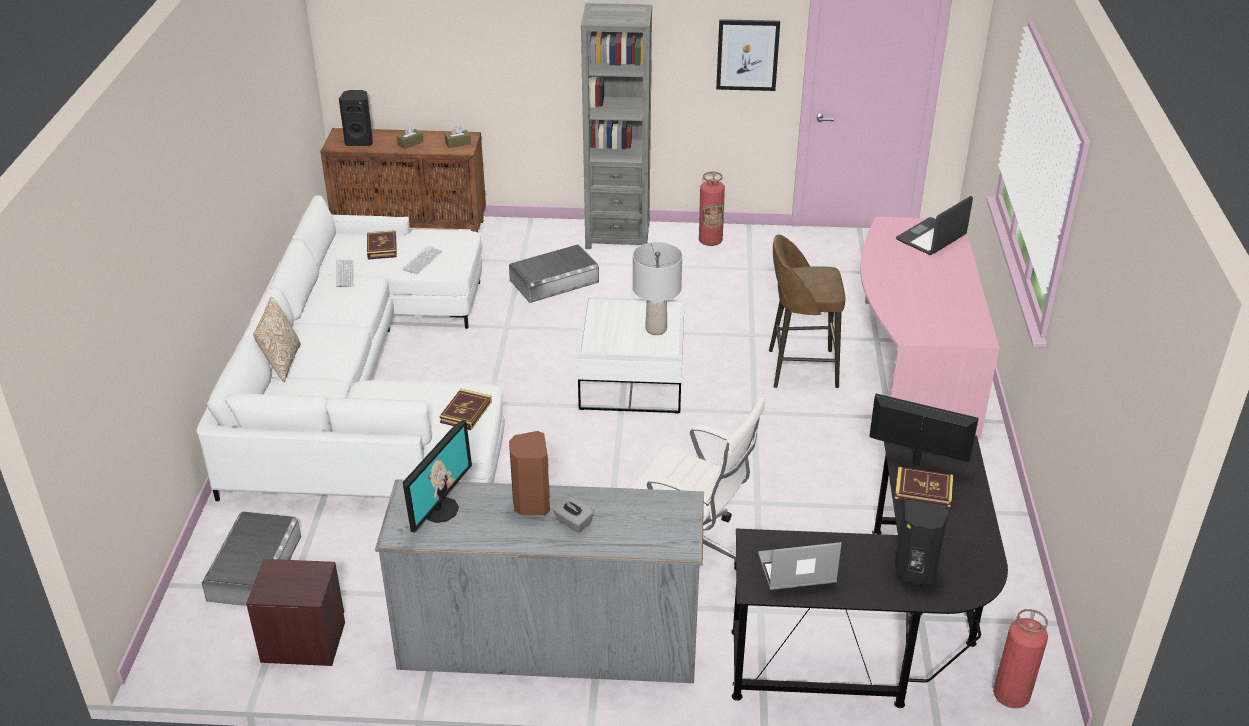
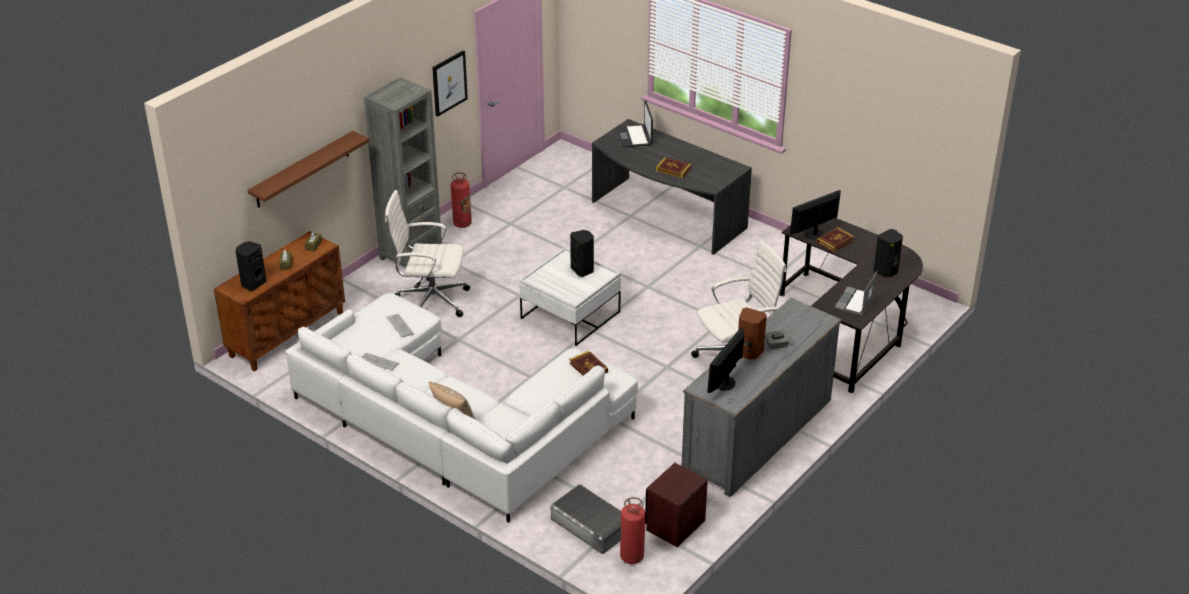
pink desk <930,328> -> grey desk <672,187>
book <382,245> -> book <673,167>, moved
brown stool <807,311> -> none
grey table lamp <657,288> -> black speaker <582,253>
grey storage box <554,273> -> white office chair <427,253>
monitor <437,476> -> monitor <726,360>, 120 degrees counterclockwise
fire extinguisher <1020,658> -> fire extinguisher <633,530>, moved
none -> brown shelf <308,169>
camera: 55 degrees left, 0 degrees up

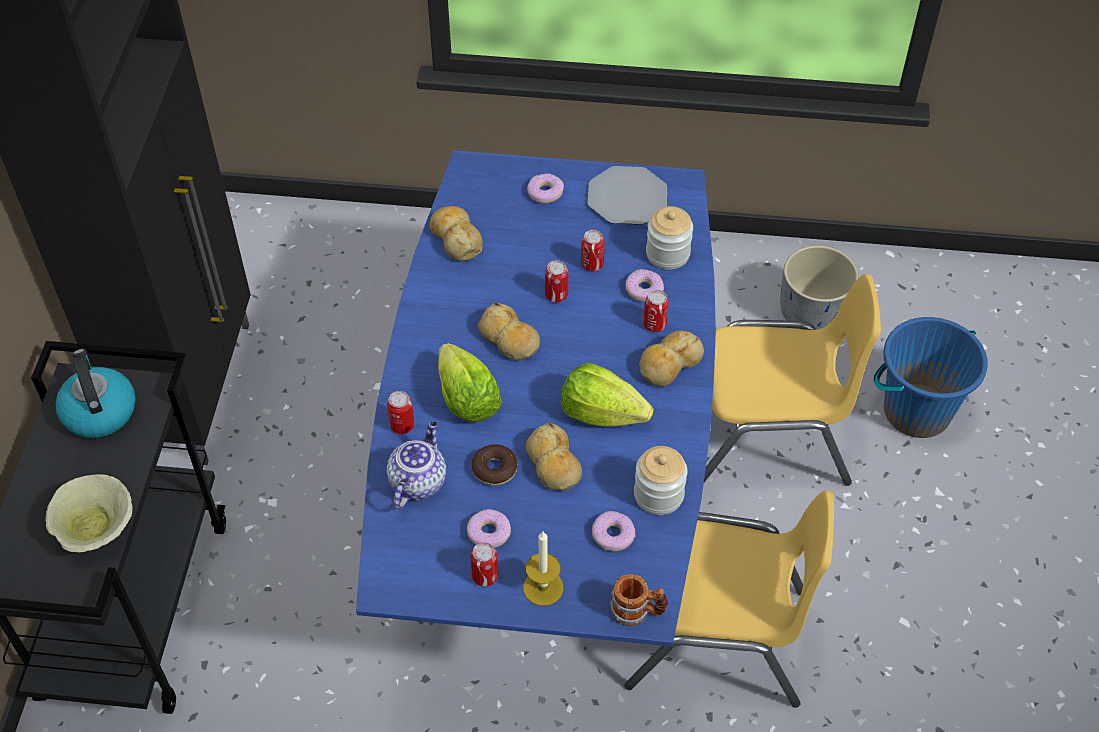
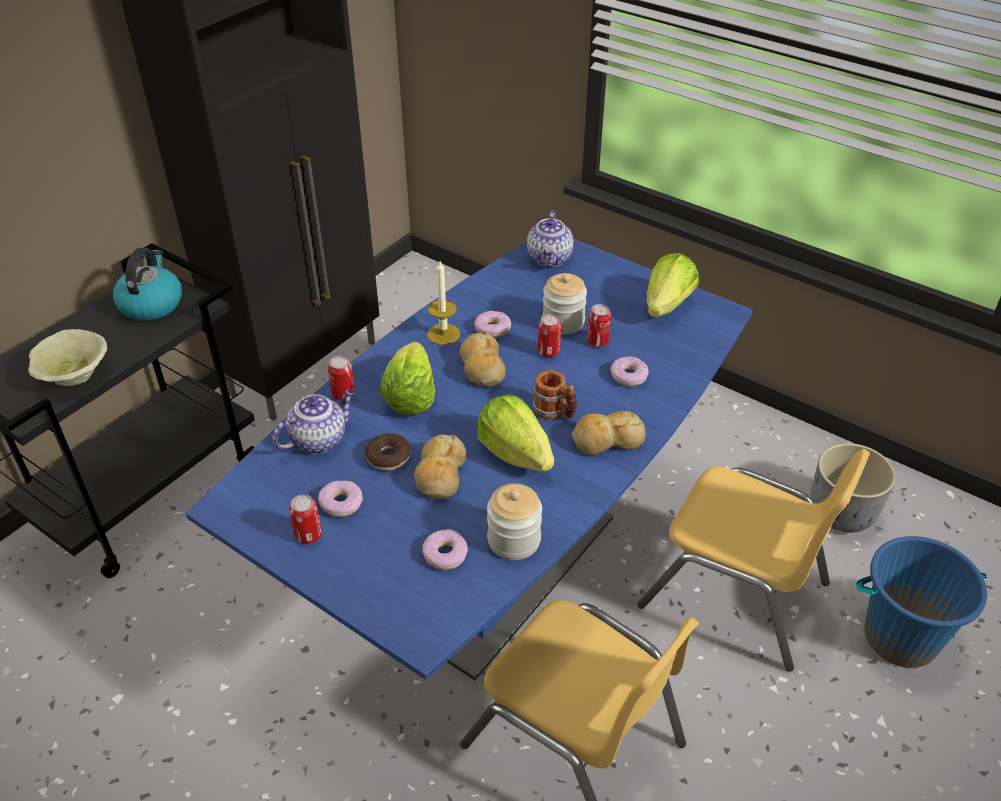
plate <627,195> -> lettuce <673,285>
donut <545,188> -> donut <492,324>, moved
bread <456,233> -> none
jar <669,238> -> jar <564,304>, moved
can <656,311> -> none
candle <543,569> -> candle <443,303>, moved
mug <639,600> -> mug <555,395>, moved
none -> teapot <550,238>
camera: 30 degrees right, 10 degrees down

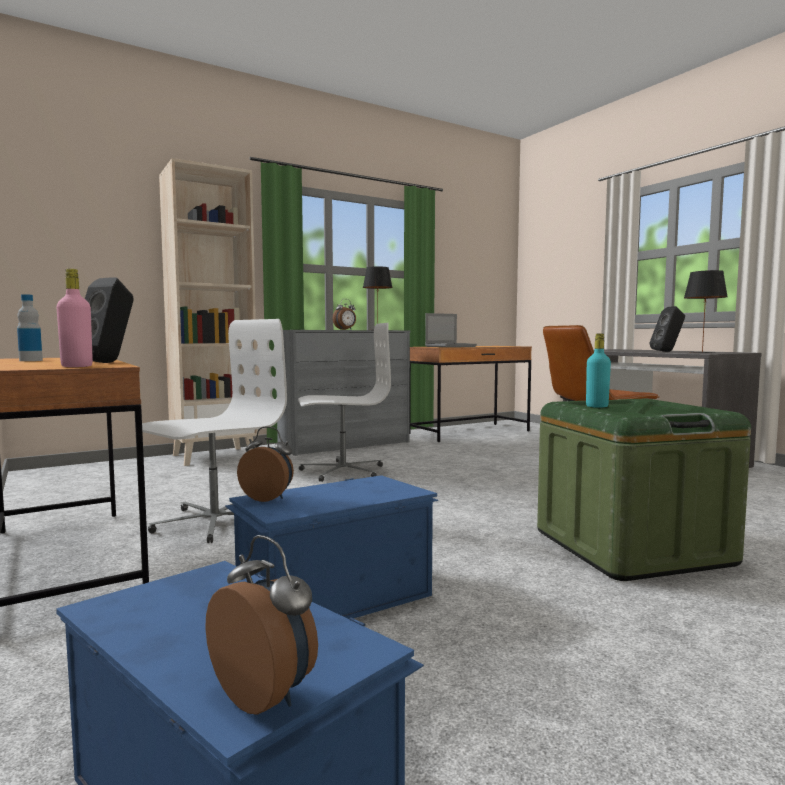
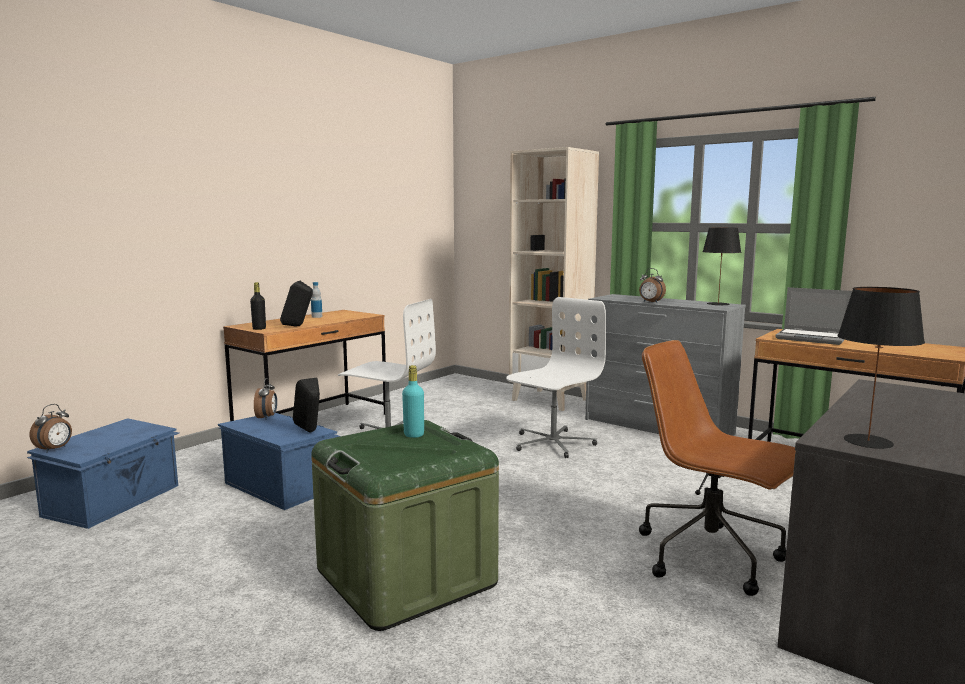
pink bottle <74,318> -> black bottle <258,306>
black speaker <667,329> -> black speaker <306,405>, moved
white office chair <344,402> -> white office chair <556,377>, 105 degrees counterclockwise
camera: 70 degrees right, 5 degrees up

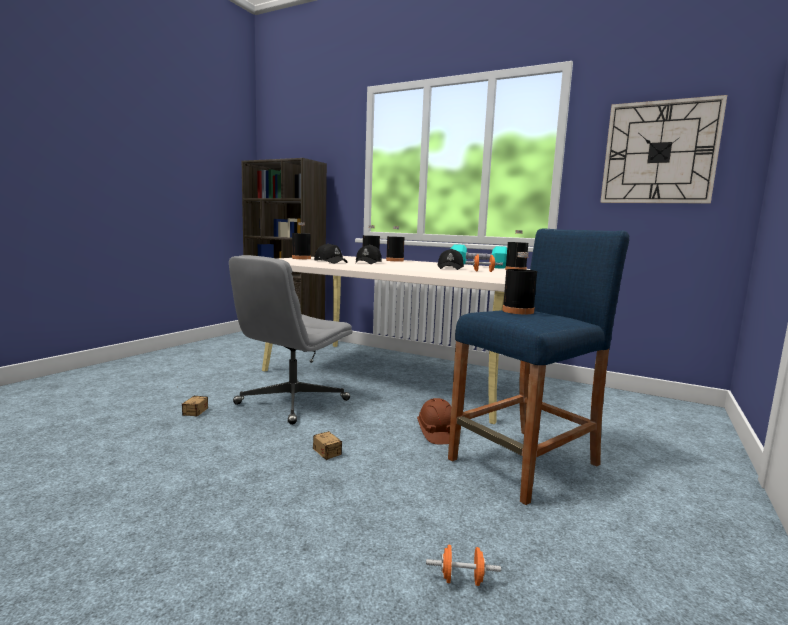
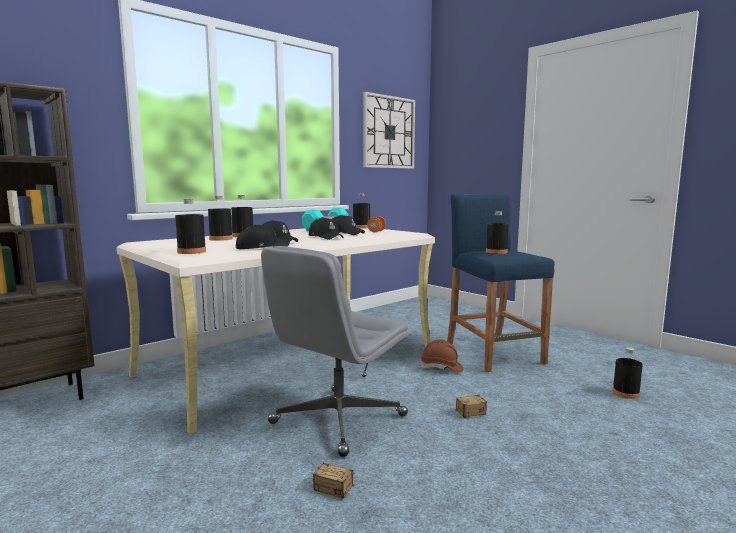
grey office chair <290,340> -> grey office chair <335,351>, 75 degrees clockwise
orange dumbbell <463,565> -> black bottle <627,373>
none -> black cap <326,228>
camera: 70 degrees left, 0 degrees up

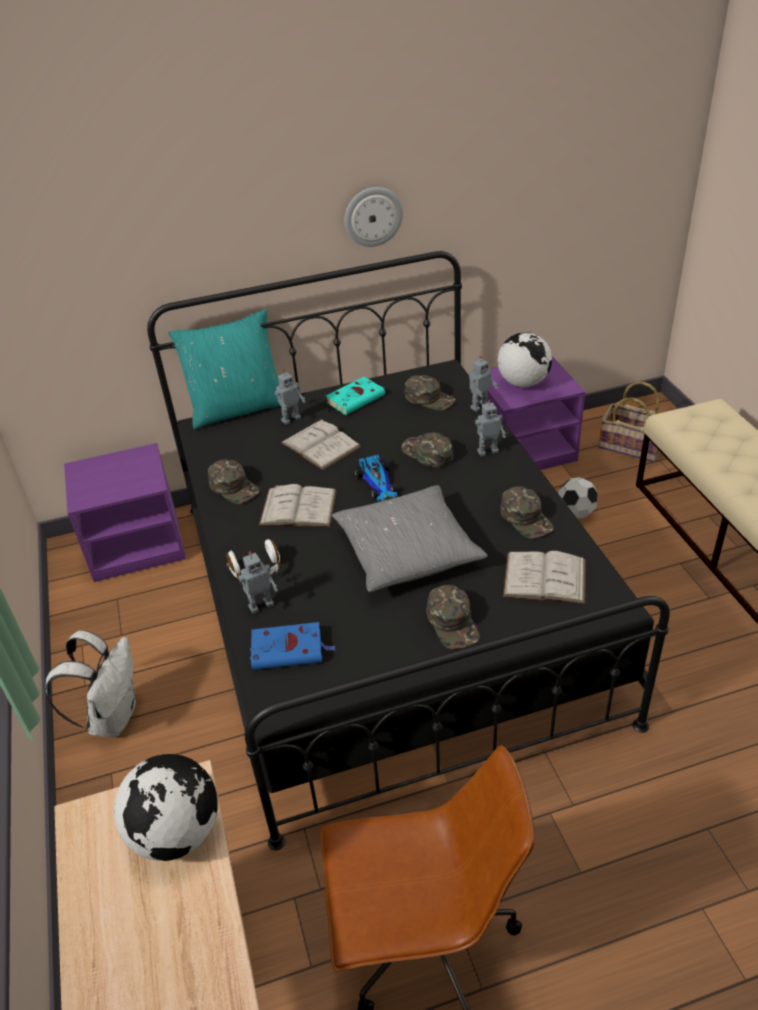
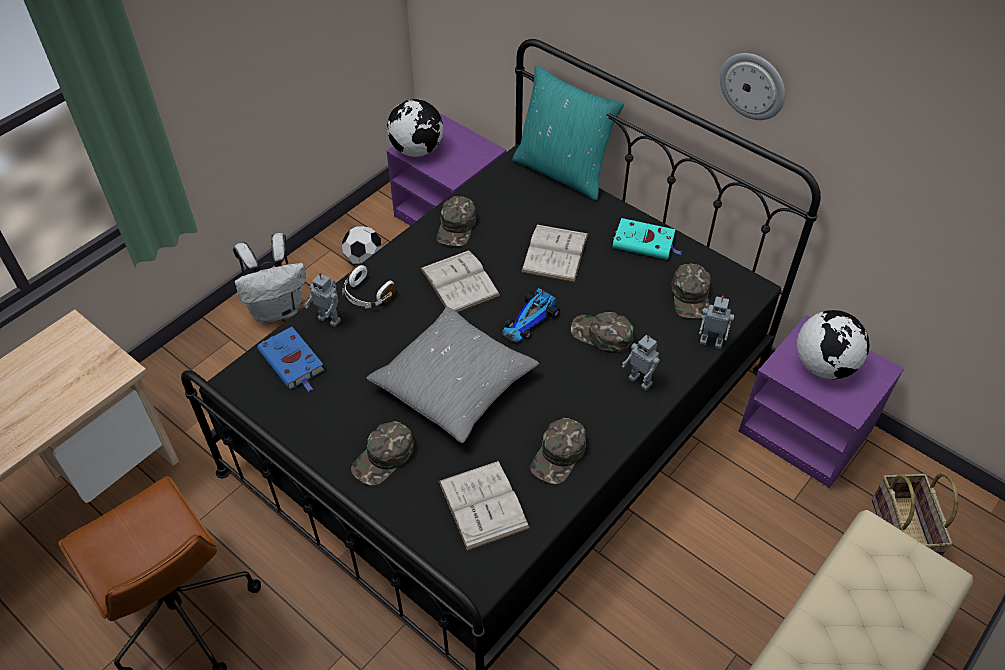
toy robot <290,397> -> none
green cap <427,450> -> green cap <602,332>, 75 degrees counterclockwise
football <578,498> -> football <362,245>, moved
globe <166,807> -> globe <415,128>, moved
camera: 55 degrees right, 10 degrees up

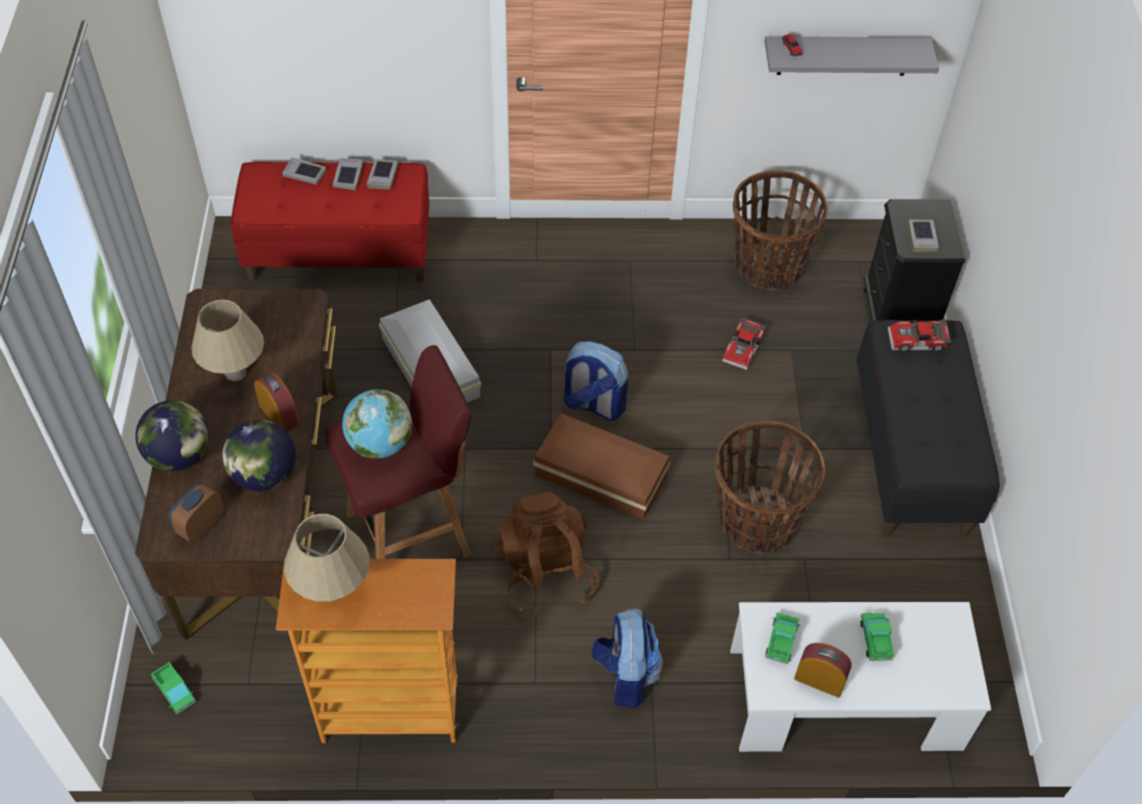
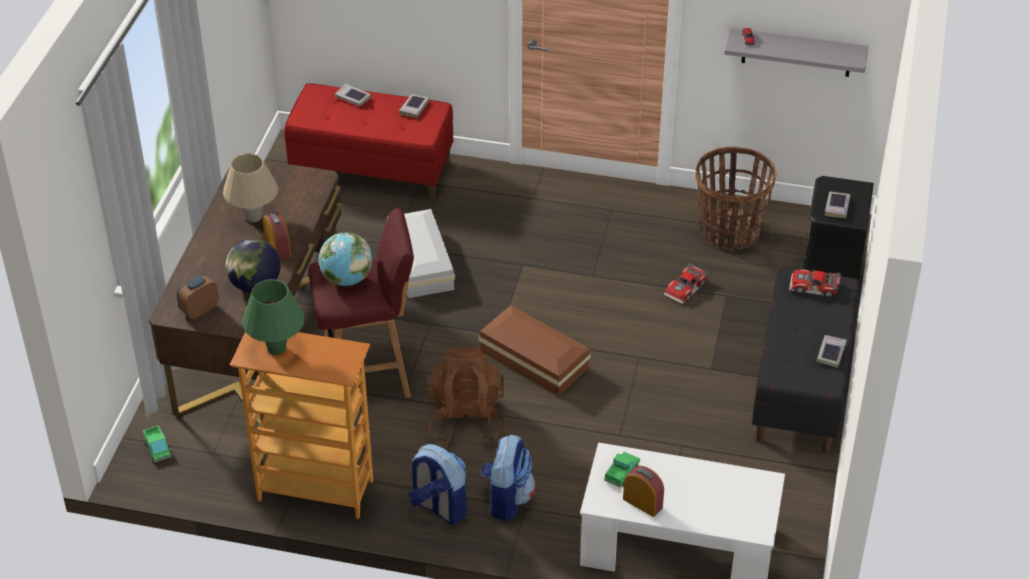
book <348,174> -> book <831,351>, moved
backpack <595,381> -> backpack <437,484>, moved
globe <172,435> -> none
basket <770,487> -> none
beige table lamp <327,557> -> green table lamp <274,317>
toy truck <877,636> -> none
camera: 15 degrees right, 10 degrees down

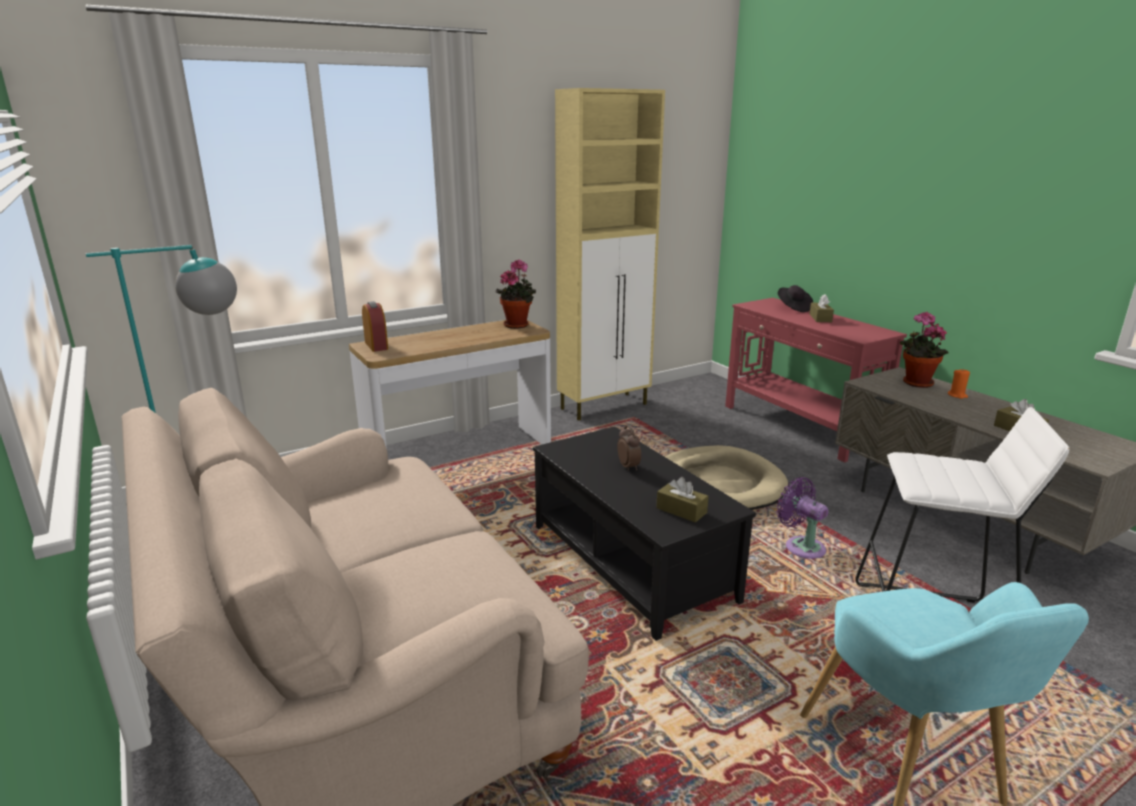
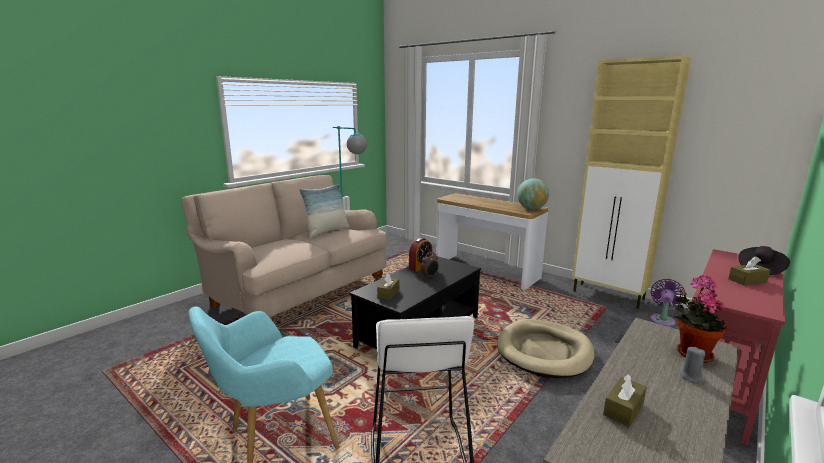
potted plant <515,294> -> globe <533,193>
alarm clock <375,326> -> alarm clock <420,255>, moved
orange candle <959,384> -> grey candle <692,365>
purple fan <802,518> -> purple fan <668,303>, moved
none -> pillow <324,211>
camera: 70 degrees right, 5 degrees down

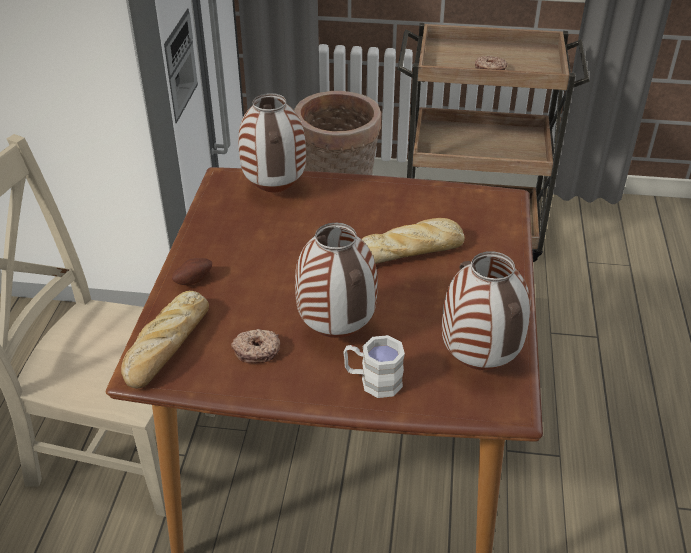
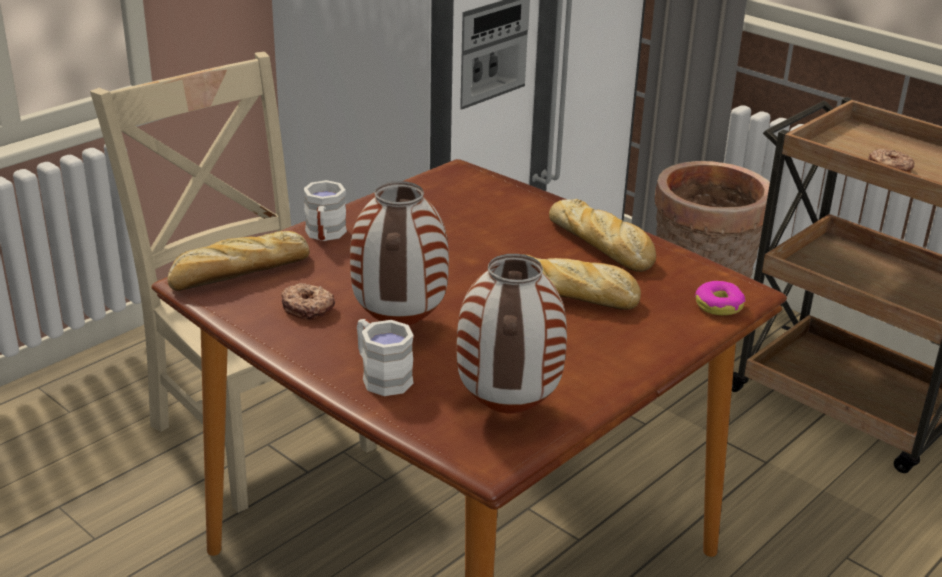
vase <272,142> -> none
potato <192,271> -> white mug <325,210>
none -> bread <602,235>
none -> donut <720,298>
camera: 35 degrees right, 10 degrees down

